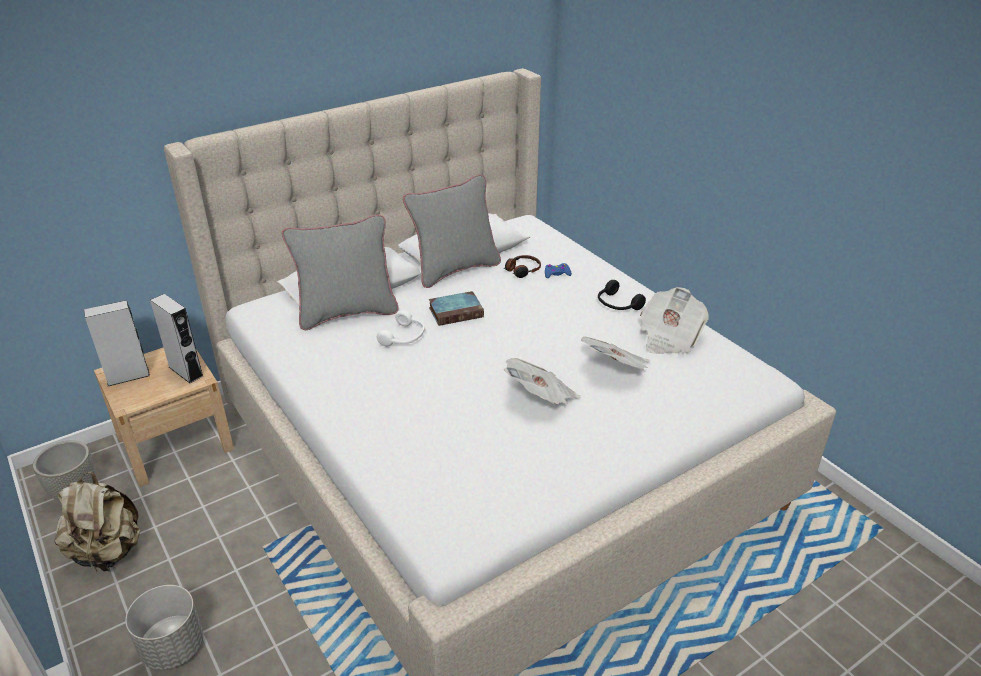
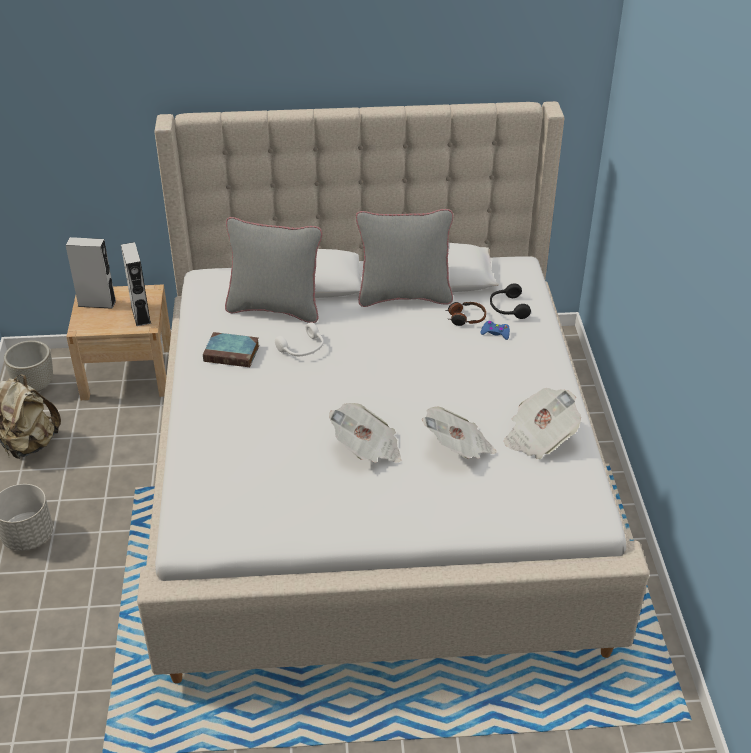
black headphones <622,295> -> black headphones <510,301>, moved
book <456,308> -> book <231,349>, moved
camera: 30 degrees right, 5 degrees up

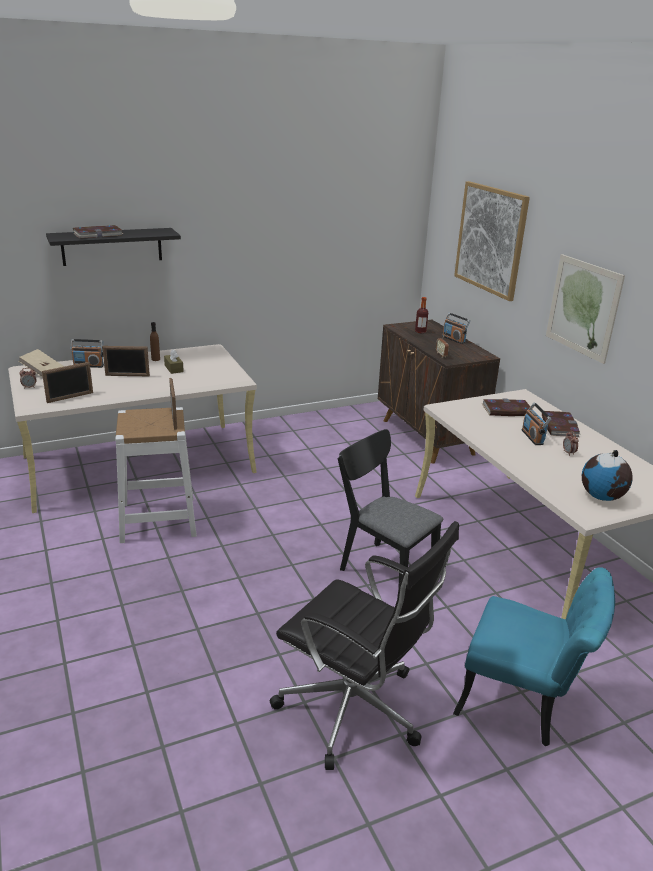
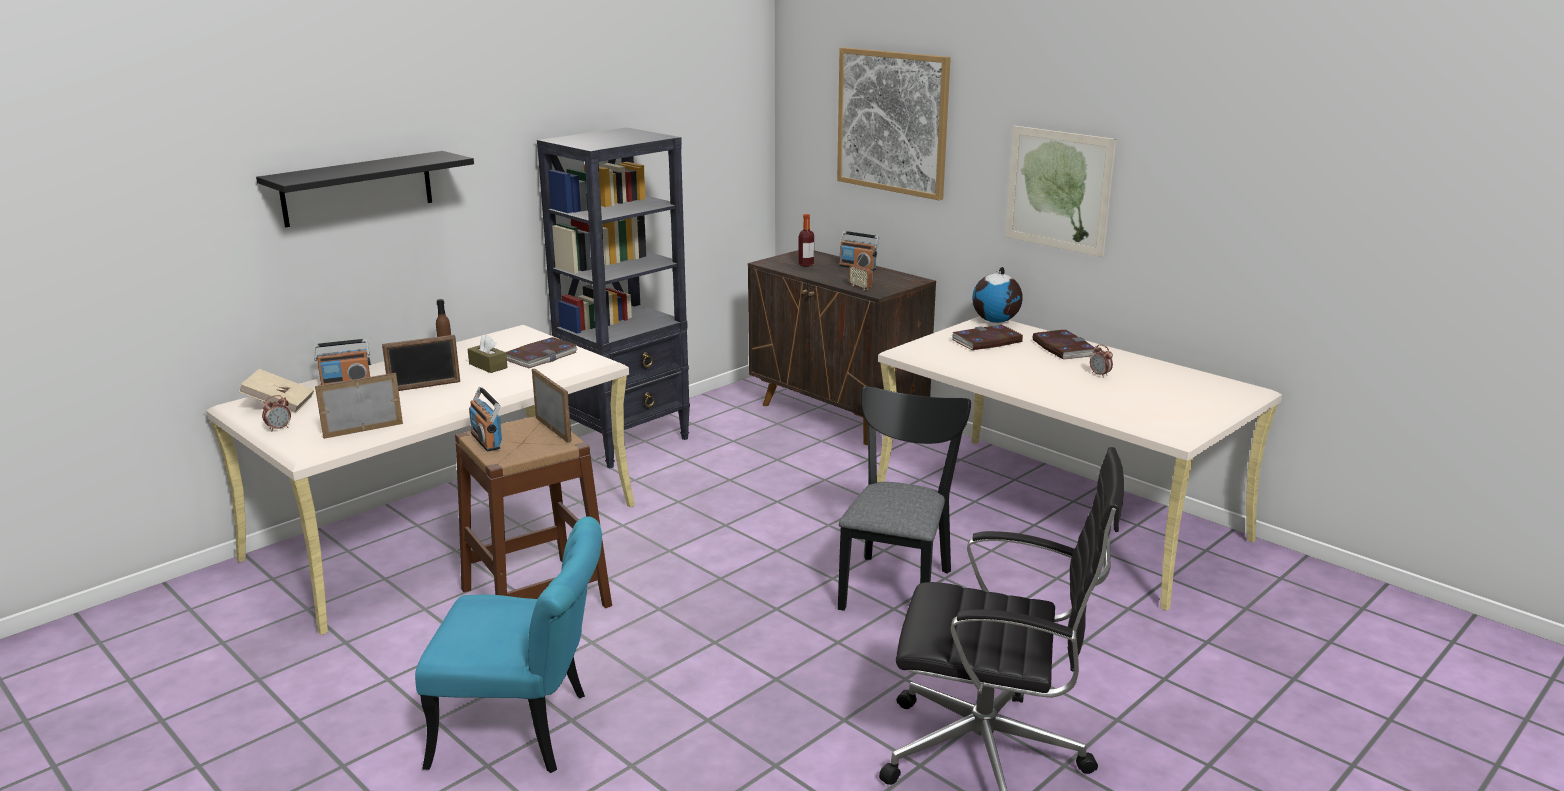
book <97,231> -> book <542,352>, moved
picture frame <67,382> -> picture frame <359,406>, 150 degrees counterclockwise
radio <537,423> -> radio <485,419>, moved
white stool <156,475> -> brown stool <533,512>
black chair <390,509> -> black chair <904,498>, 90 degrees clockwise
globe <607,475> -> globe <997,295>, moved
turquoise chair <534,656> -> turquoise chair <508,644>, moved
none -> black bookcase <613,297>
camera: 20 degrees left, 5 degrees down

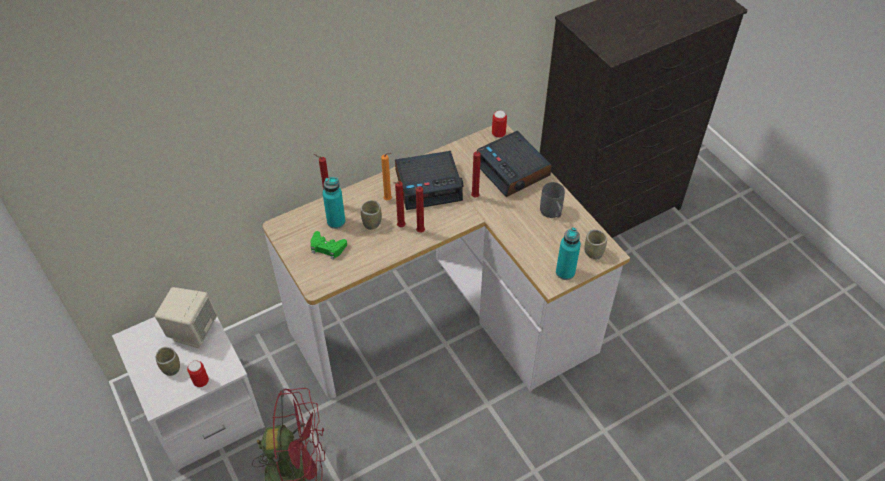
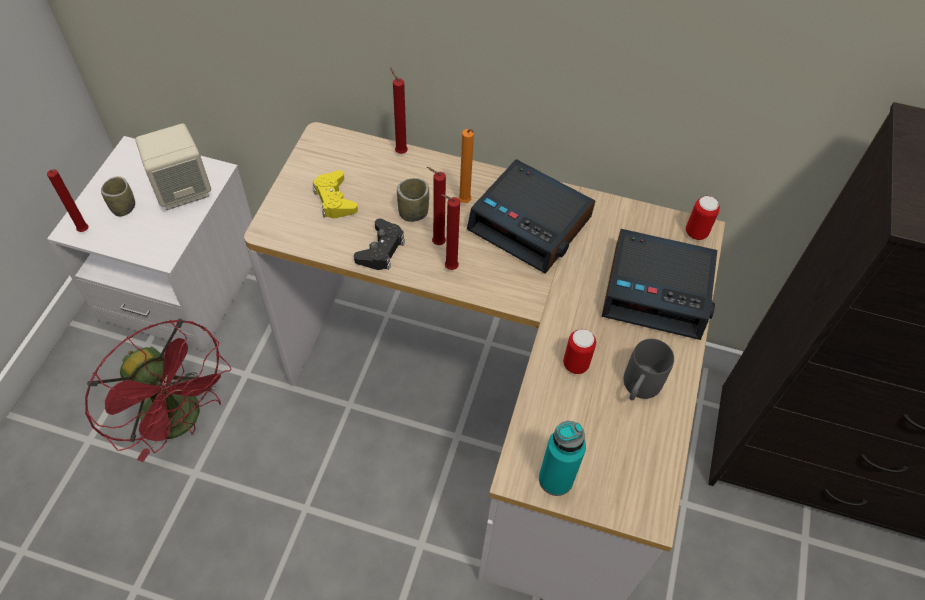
alarm clock <514,164> -> alarm clock <659,284>, 90 degrees counterclockwise
red candle <478,172> -> red candle <67,200>, moved
turquoise bottle <334,203> -> none
cup <595,244> -> none
green game controller <328,245> -> yellow game controller <335,194>
can <198,374> -> can <579,351>, moved
none -> black game controller <379,244>
camera: 45 degrees right, 5 degrees up

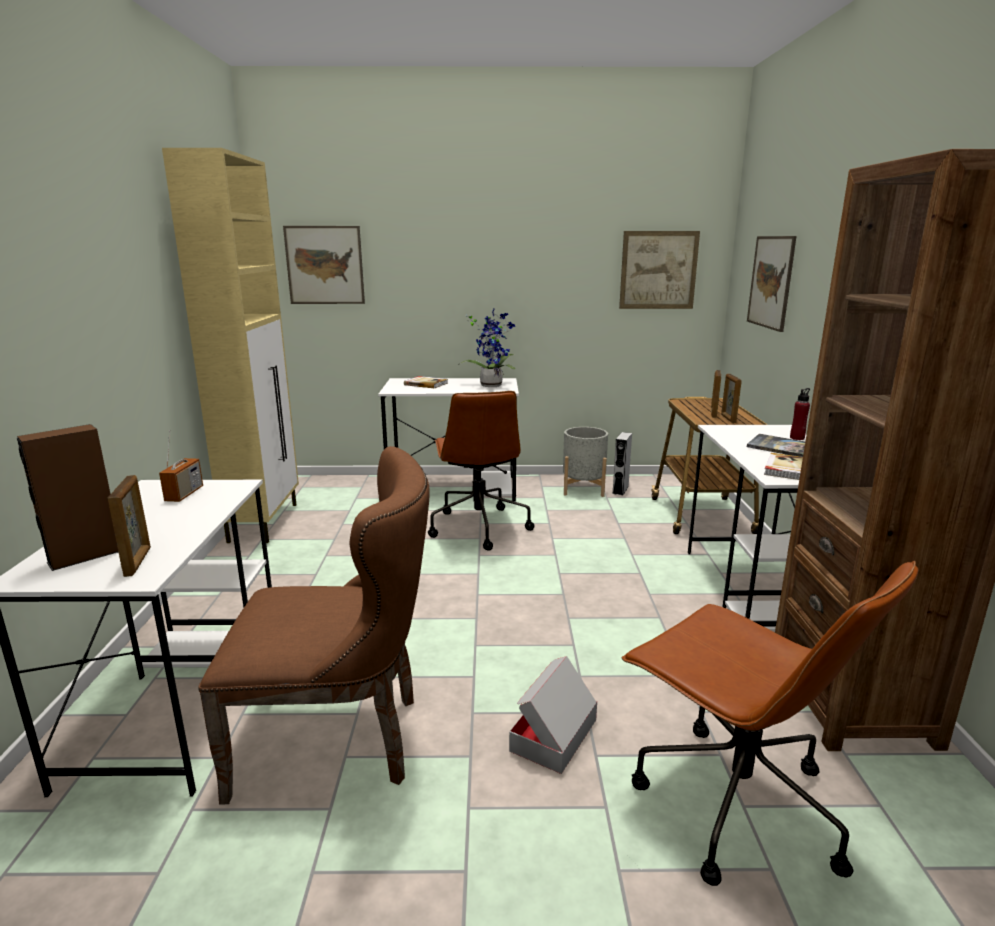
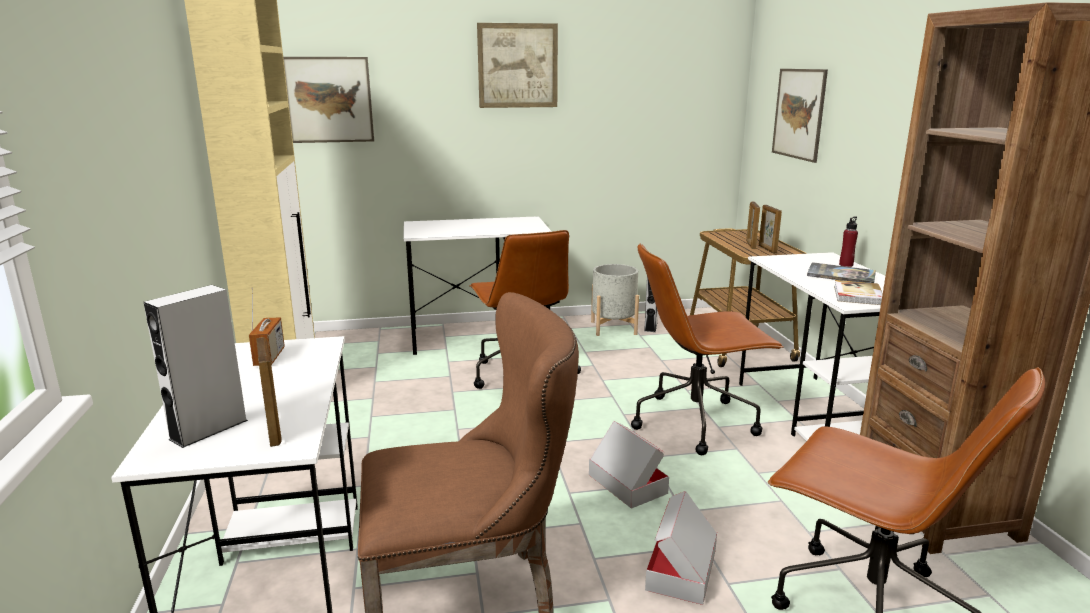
picture <659,270> -> picture <517,65>, moved
potted plant <486,348> -> none
book <426,382> -> none
brown speaker <67,497> -> grey speaker <196,366>
none -> brown office chair <707,349>
none -> cardboard box <629,465>
camera: 10 degrees left, 0 degrees up

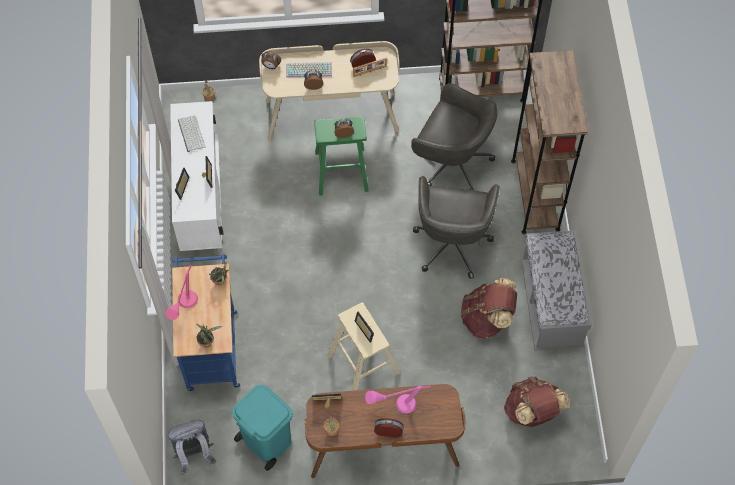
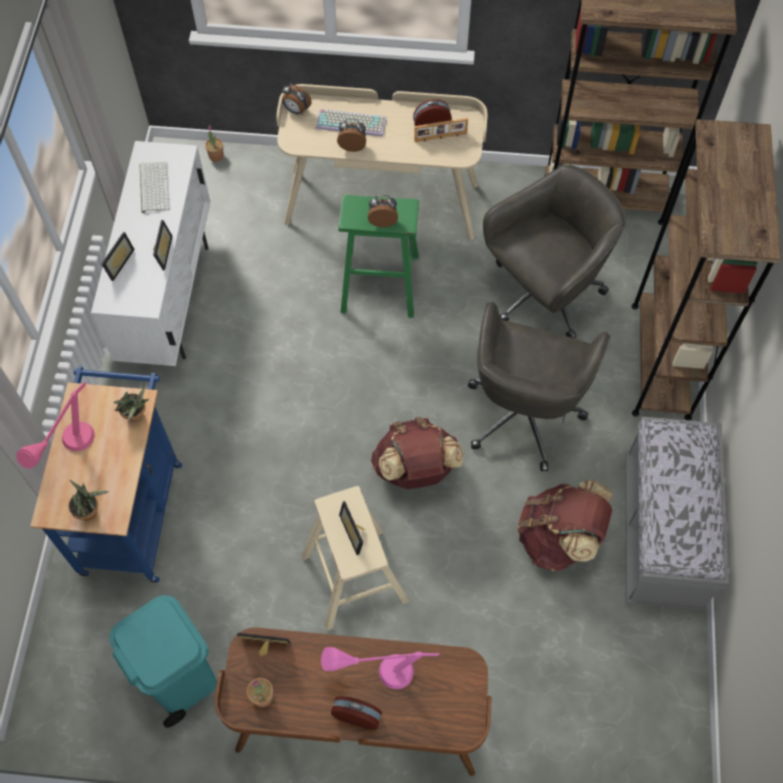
grey office chair <454,136> -> grey office chair <554,251>, 75 degrees counterclockwise
brown backpack <537,401> -> brown backpack <417,453>, moved
grey backpack <192,447> -> none
camera: 10 degrees right, 0 degrees up

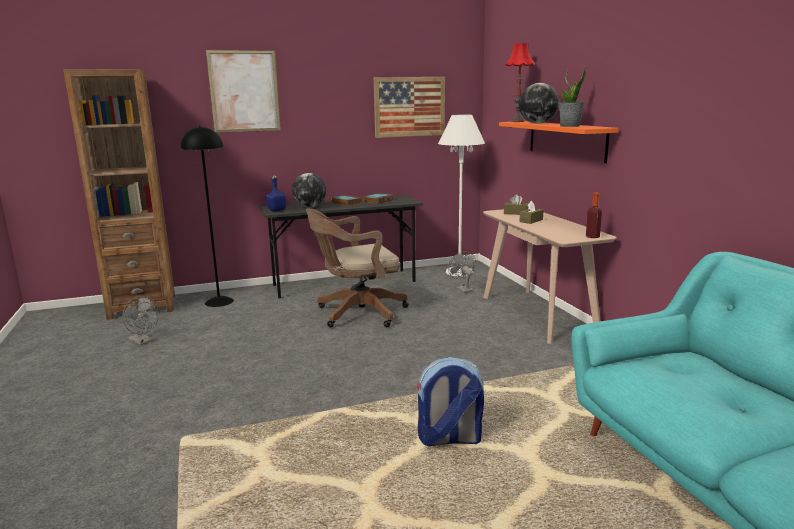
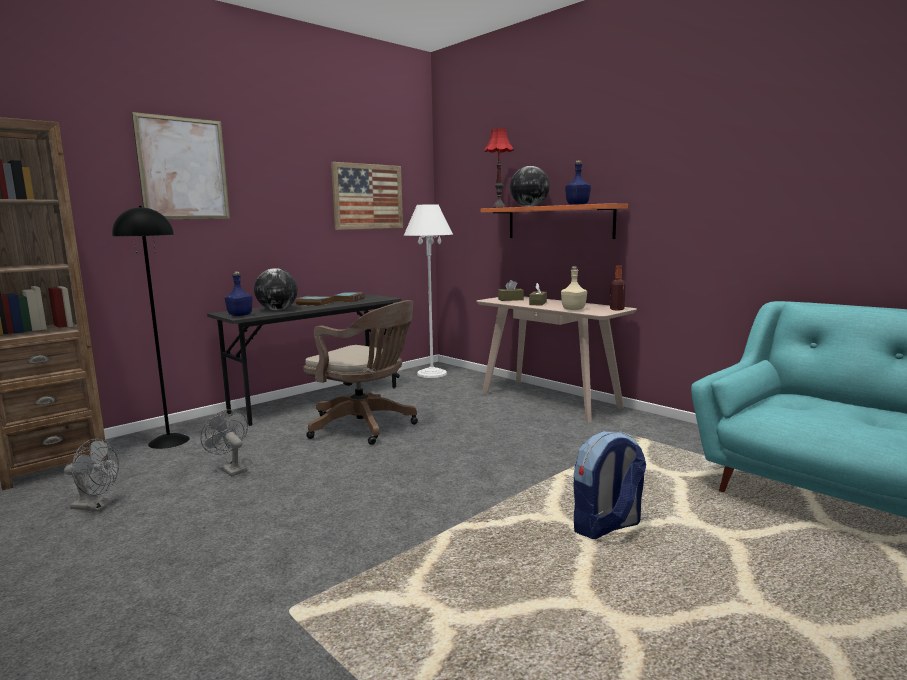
potted plant <572,97> -> blue bottle <578,182>
brown office chair <357,268> -> brown office chair <360,372>, 105 degrees counterclockwise
grey fan <462,272> -> grey fan <224,443>, moved
none -> beige bottle <574,288>
camera: 25 degrees left, 5 degrees down

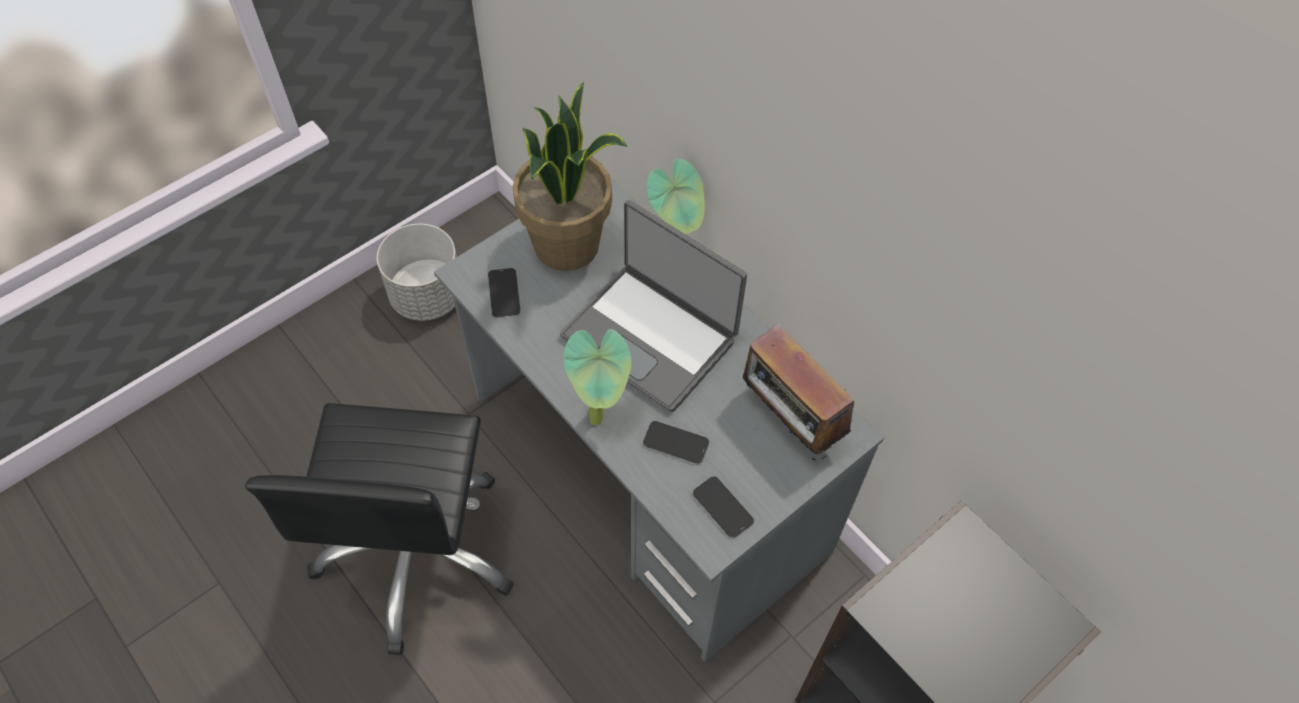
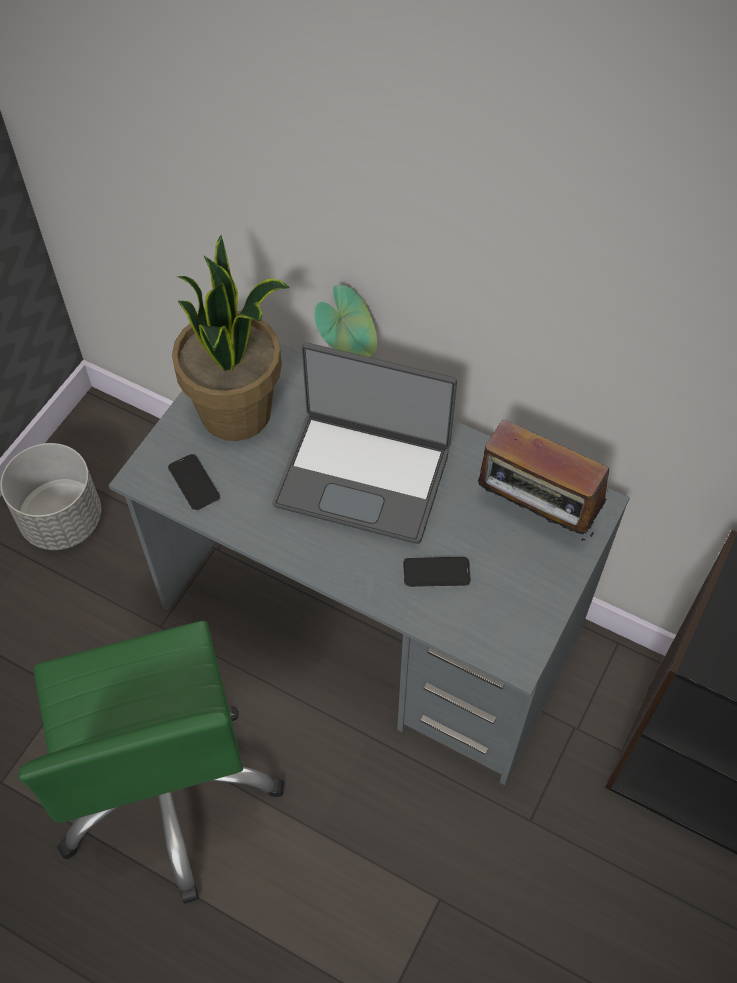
potted plant <597,377> -> none
black office chair <379,529> -> green office chair <151,762>
phone <723,507> -> none
camera: 20 degrees left, 0 degrees up

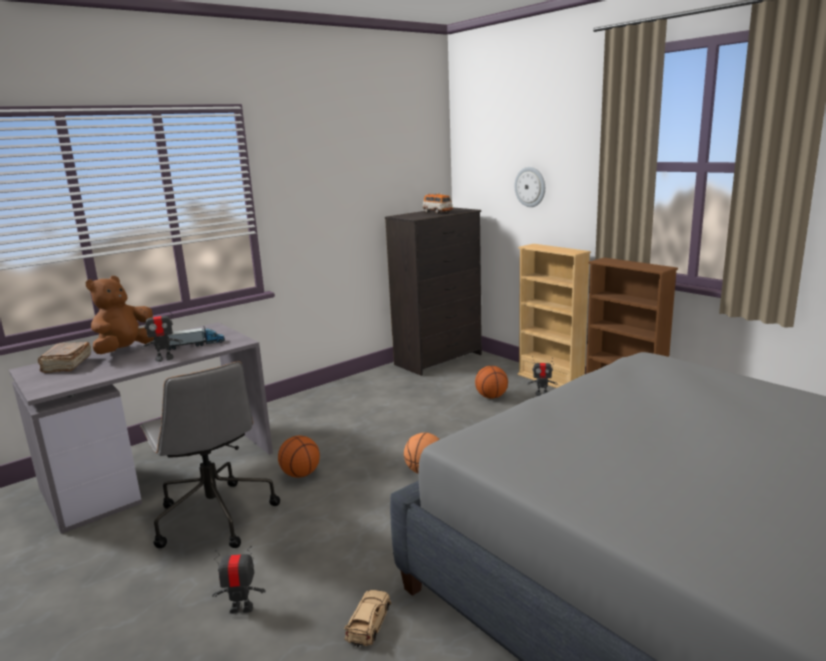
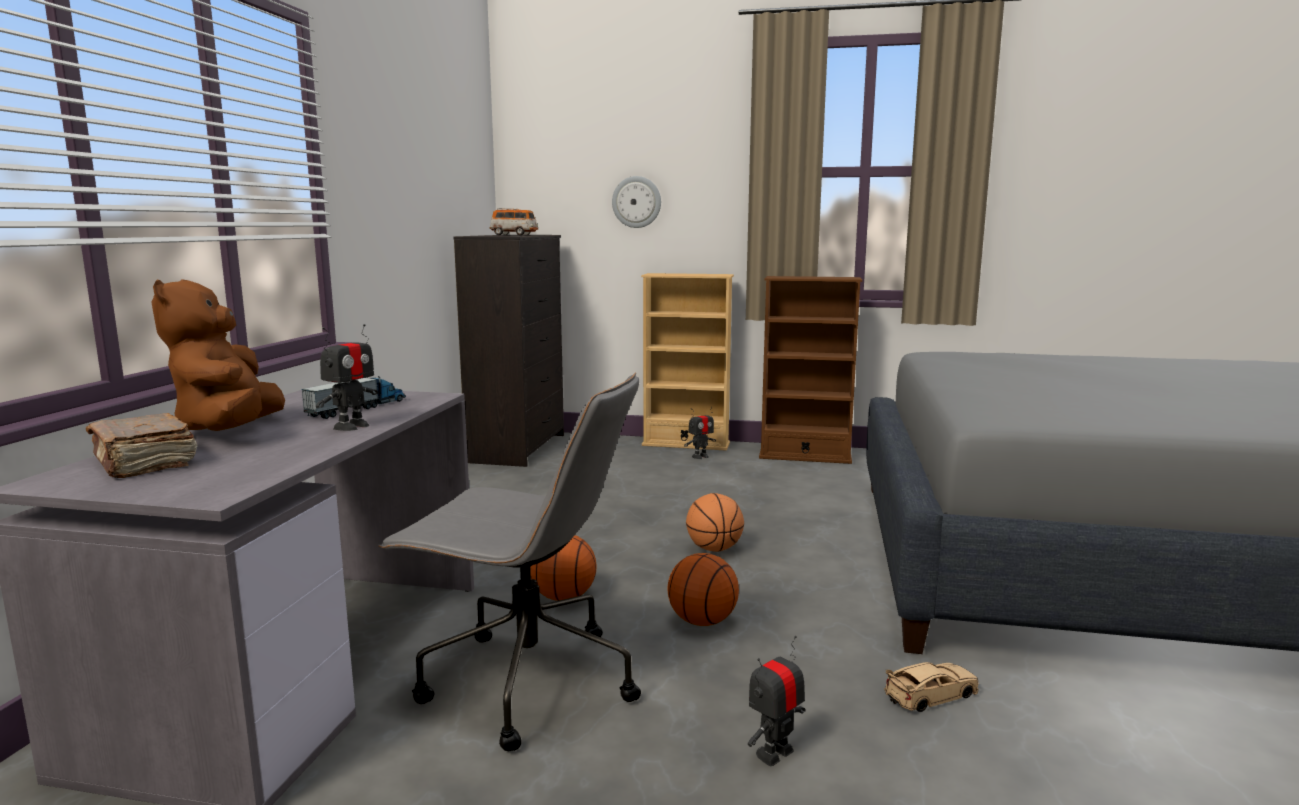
basketball <491,382> -> basketball <703,589>, moved
beige toy car <367,618> -> beige toy car <931,687>, 90 degrees clockwise
camera: 40 degrees left, 5 degrees down

